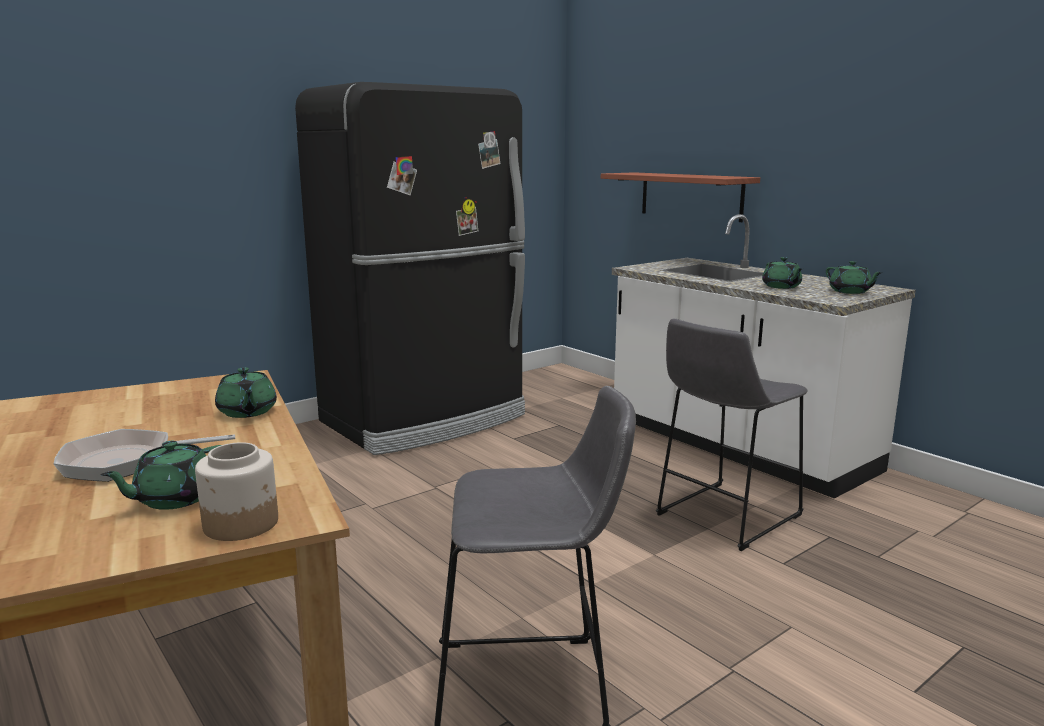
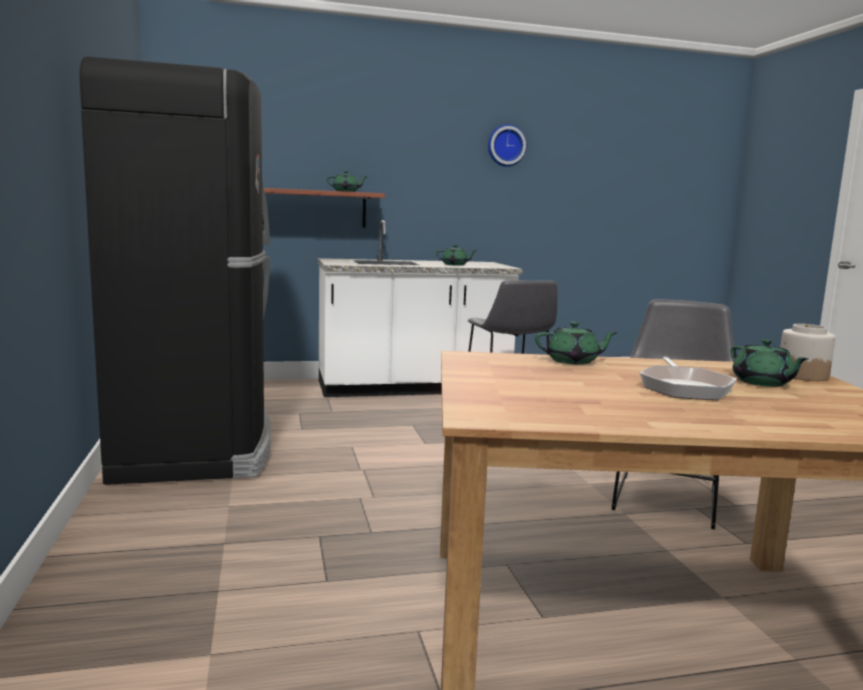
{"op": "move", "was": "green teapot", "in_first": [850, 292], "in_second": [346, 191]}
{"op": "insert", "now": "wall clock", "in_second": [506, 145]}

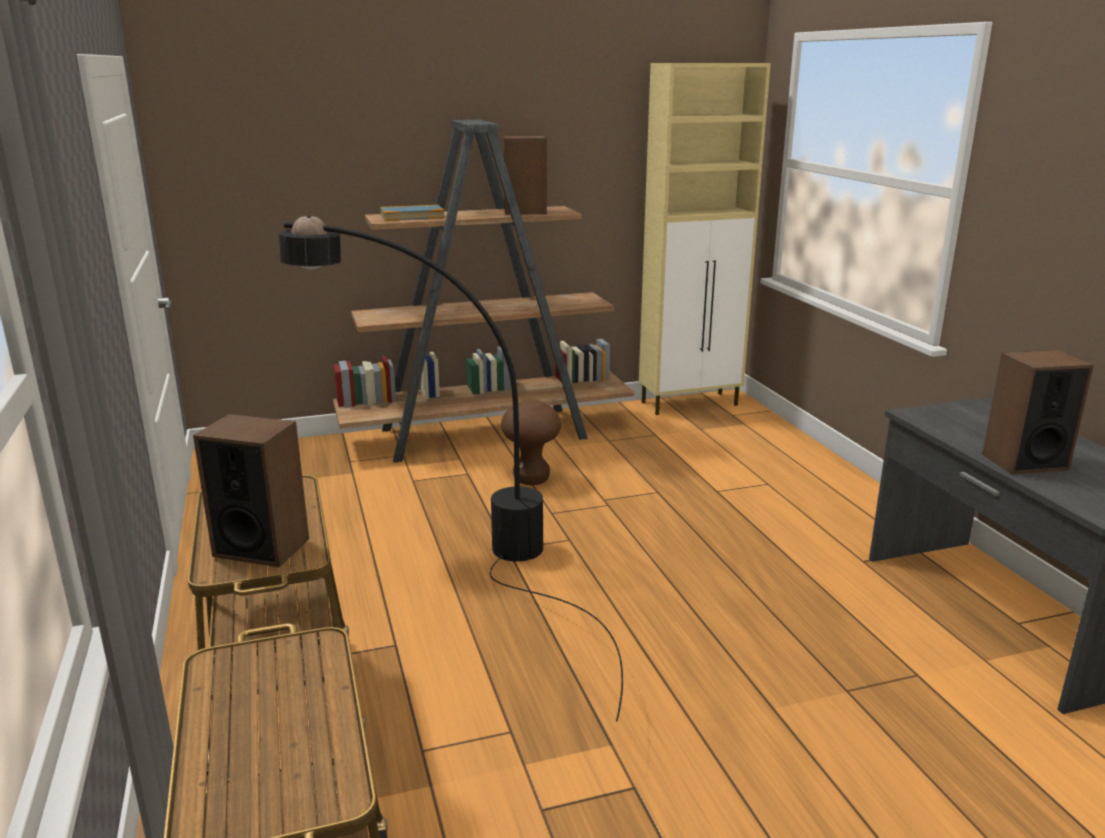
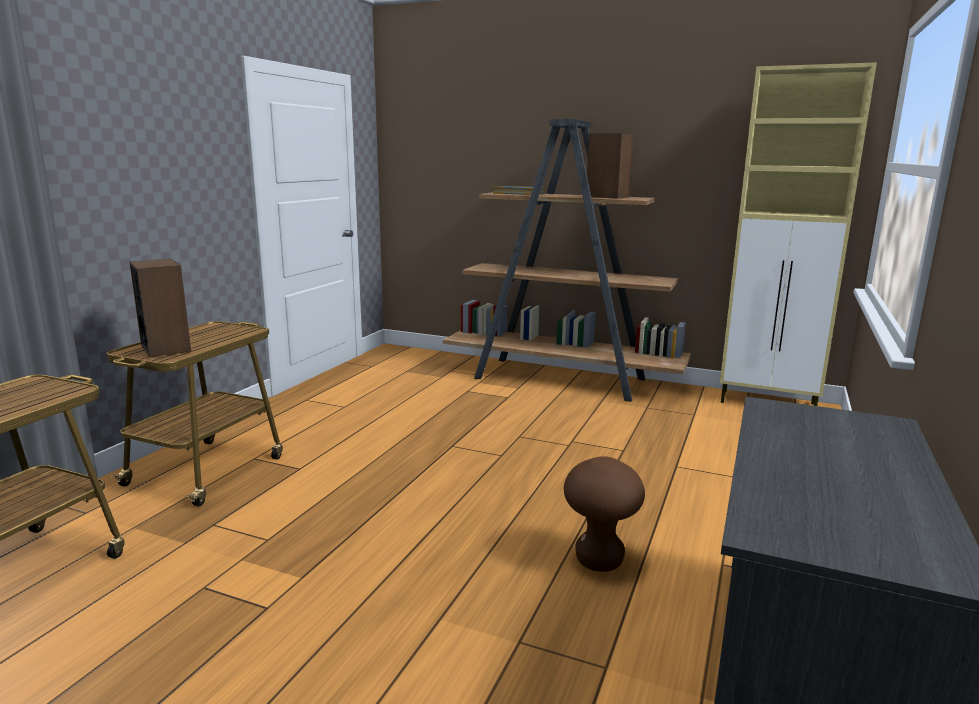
{"op": "move", "was": "brown stool", "in_first": [531, 479], "in_second": [599, 561]}
{"op": "delete", "was": "black floor lamp", "in_first": [450, 558]}
{"op": "delete", "was": "speaker", "in_first": [1024, 462]}

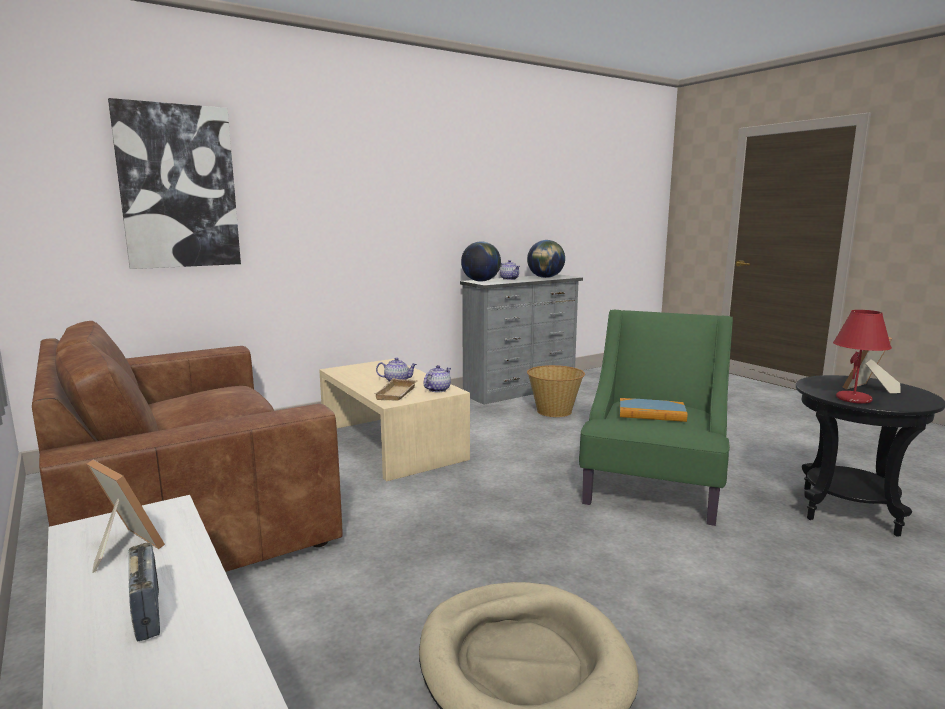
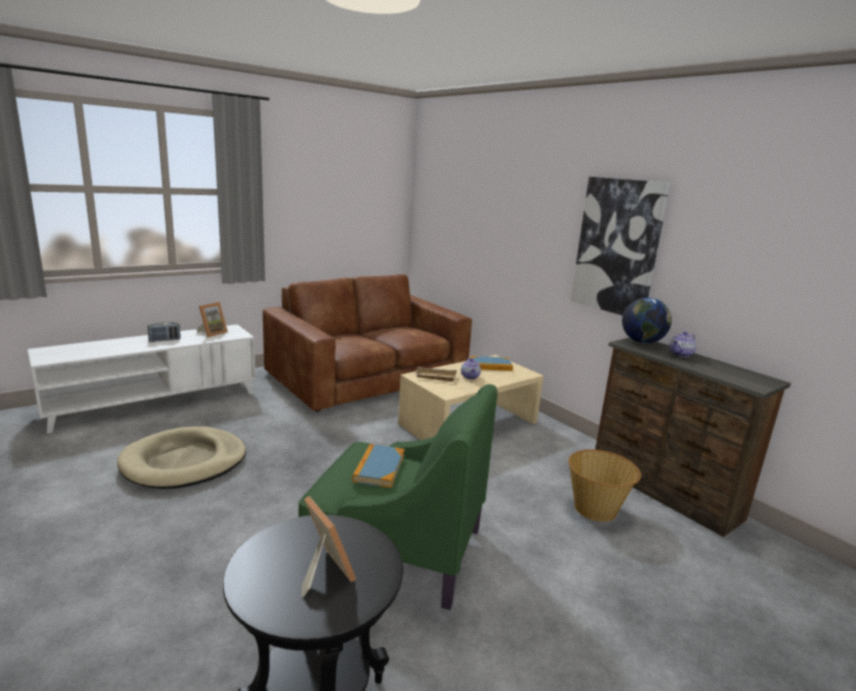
{"op": "insert", "now": "book", "in_second": [490, 365]}
{"op": "move", "was": "picture", "in_first": [178, 187], "in_second": [617, 246]}
{"op": "recolor", "was": "grey dresser", "now": "brown dresser", "in_first": [521, 390], "in_second": [663, 492]}
{"op": "delete", "was": "teapot", "in_first": [437, 389]}
{"op": "delete", "was": "globe", "in_first": [545, 277]}
{"op": "delete", "was": "red table lamp", "in_first": [854, 399]}

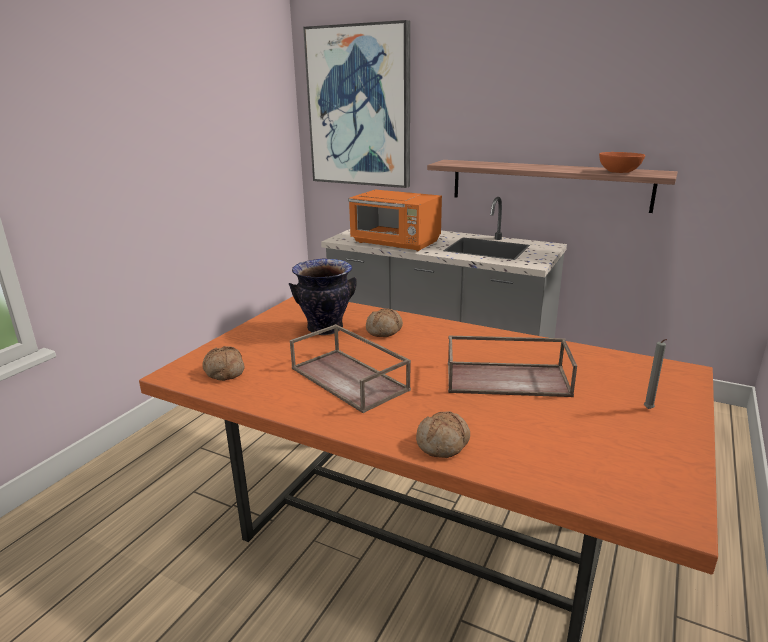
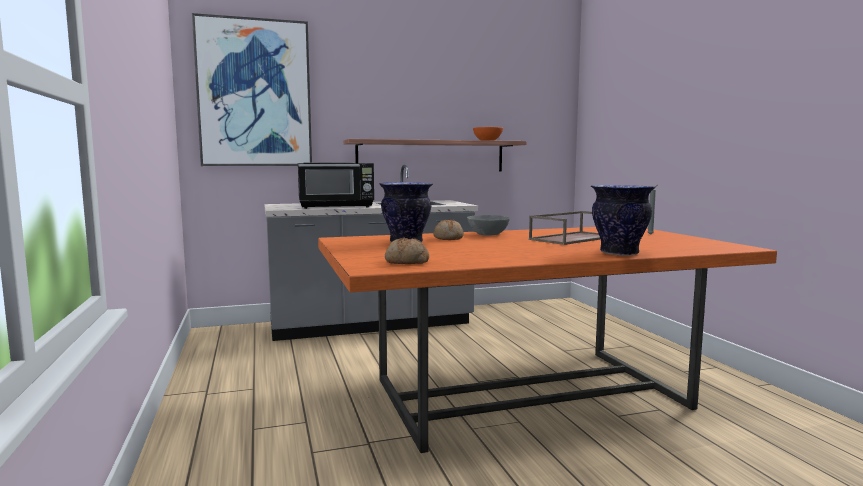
{"op": "recolor", "was": "orange microwave", "now": "black microwave", "in_first": [396, 243], "in_second": [336, 206]}
{"op": "insert", "now": "grey bowl", "in_second": [488, 234]}
{"op": "replace", "was": "bread", "now": "vase", "in_first": [443, 444], "in_second": [620, 253]}
{"op": "delete", "was": "brown tray", "in_first": [350, 379]}

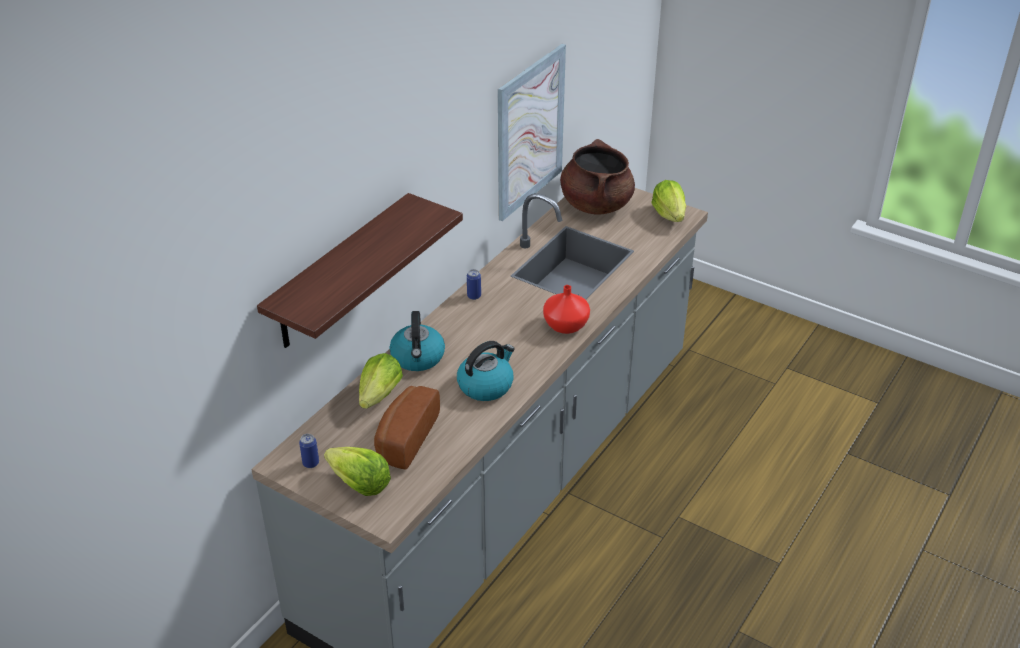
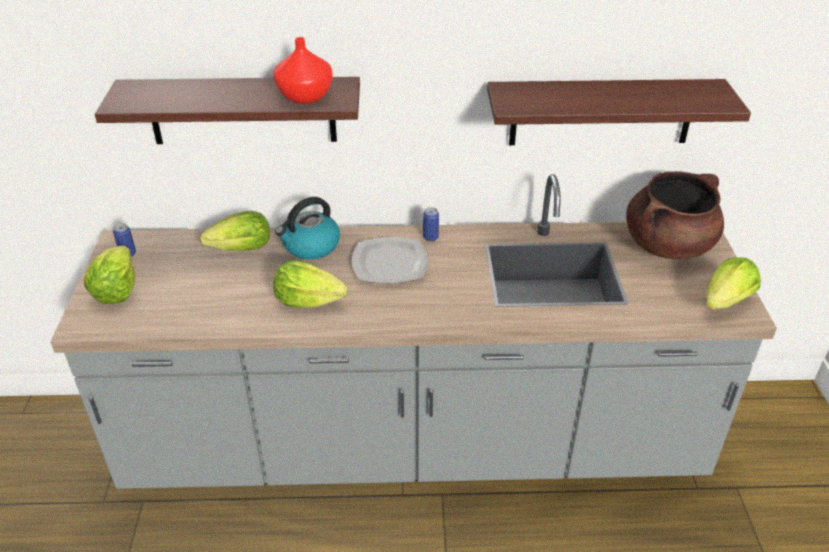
{"op": "move", "was": "red vase", "in_first": [565, 326], "in_second": [303, 97]}
{"op": "replace", "was": "kettle", "now": "lettuce", "in_first": [486, 385], "in_second": [308, 301]}
{"op": "insert", "now": "plate", "in_second": [389, 263]}
{"op": "replace", "was": "picture", "now": "shelf", "in_first": [530, 132], "in_second": [601, 112]}
{"op": "delete", "was": "bread", "in_first": [404, 438]}

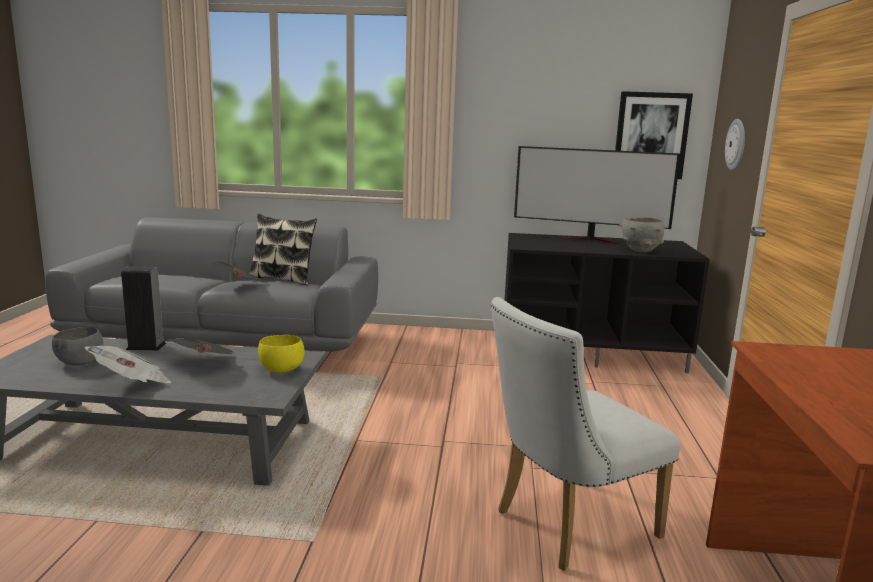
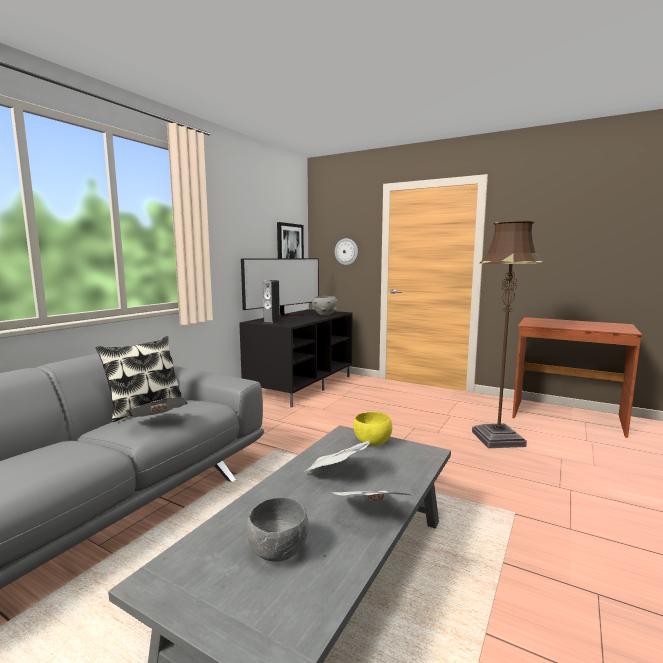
{"op": "move", "was": "speaker", "in_first": [146, 346], "in_second": [272, 322]}
{"op": "replace", "was": "white chair", "now": "brown floor lamp", "in_first": [566, 526], "in_second": [497, 439]}

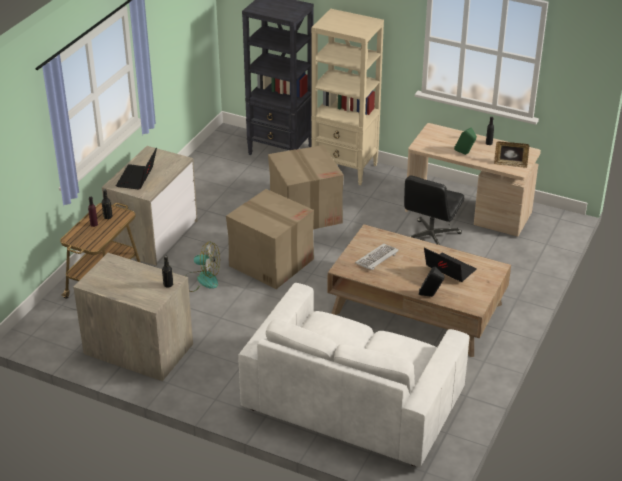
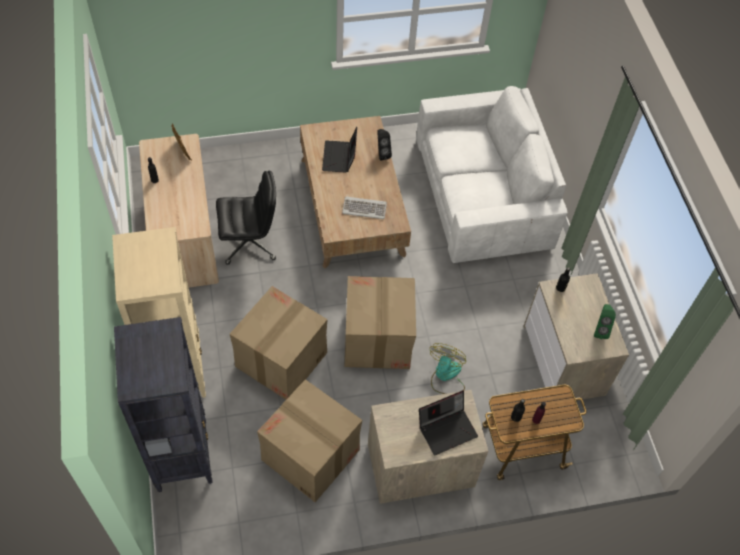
{"op": "insert", "now": "cardboard box", "in_second": [311, 455]}
{"op": "rotate", "was": "fan", "in_first": [202, 280], "in_second": [445, 376], "clockwise": 45}
{"op": "move", "was": "green speaker", "in_first": [465, 154], "in_second": [600, 330]}

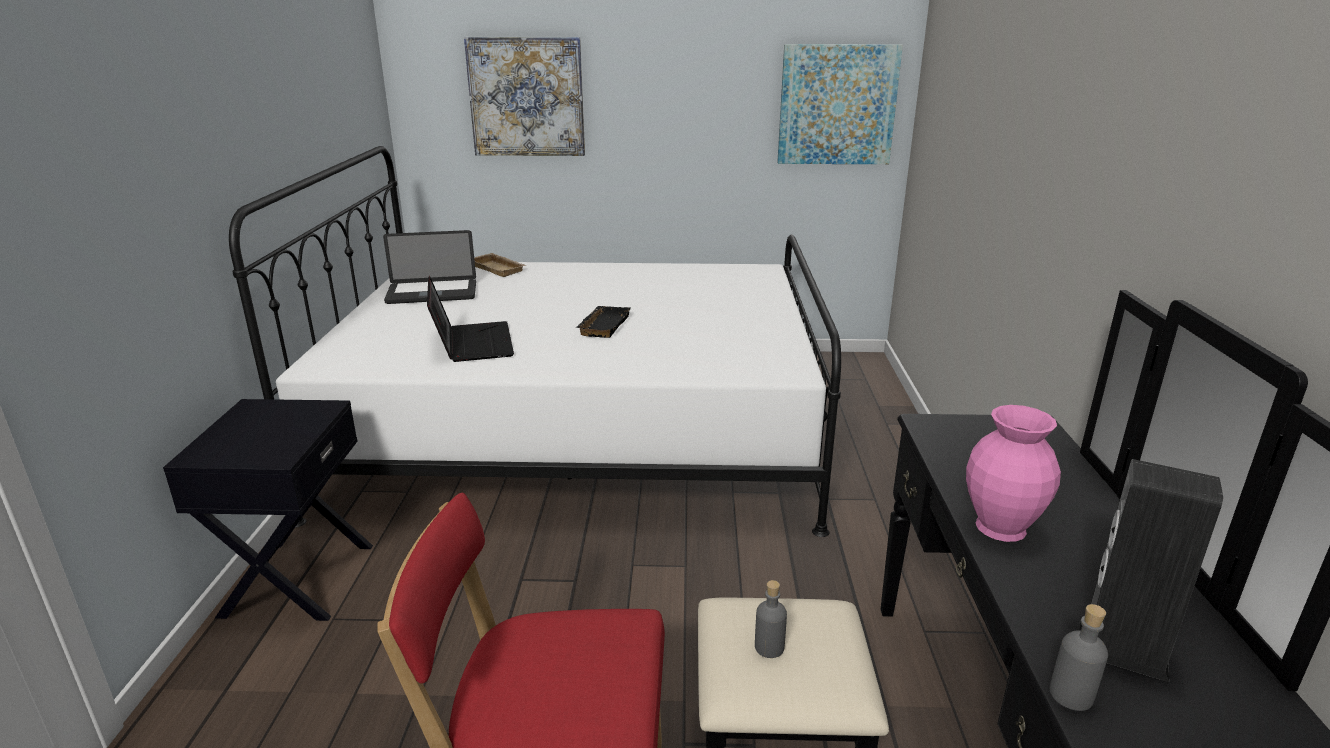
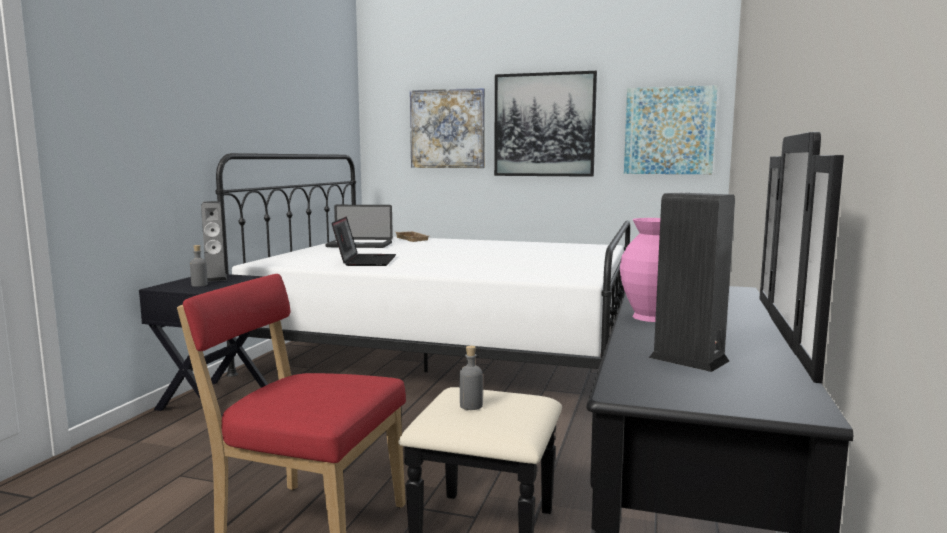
{"op": "move", "was": "grey bottle", "in_first": [1071, 695], "in_second": [199, 285]}
{"op": "insert", "now": "speaker", "in_second": [216, 278]}
{"op": "insert", "now": "picture", "in_second": [544, 125]}
{"op": "delete", "was": "black tray", "in_first": [603, 325]}

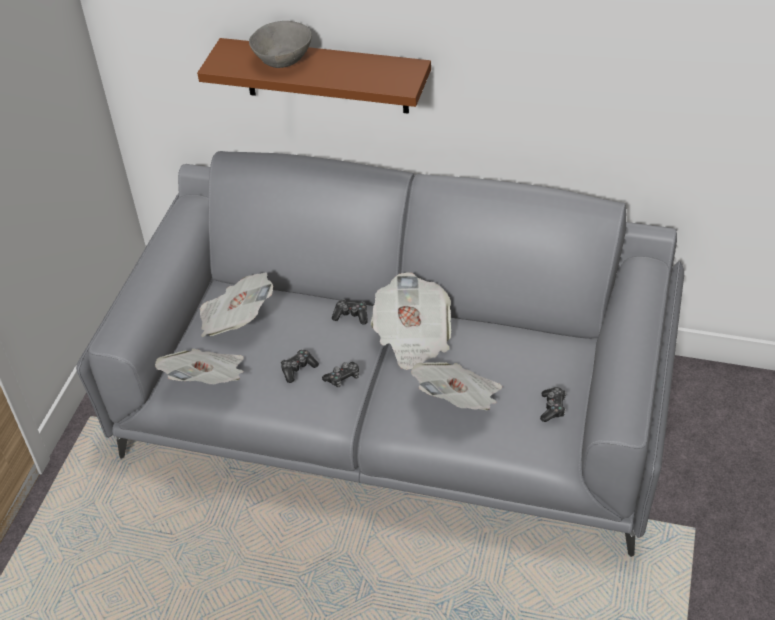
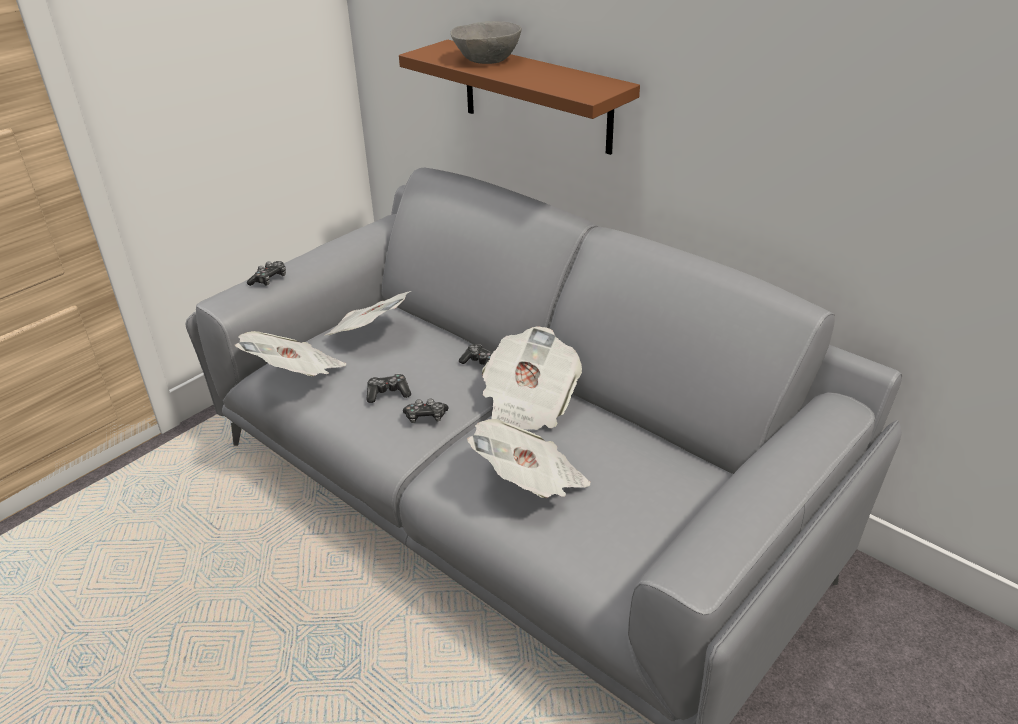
{"op": "move", "was": "game controller", "in_first": [553, 408], "in_second": [269, 279]}

